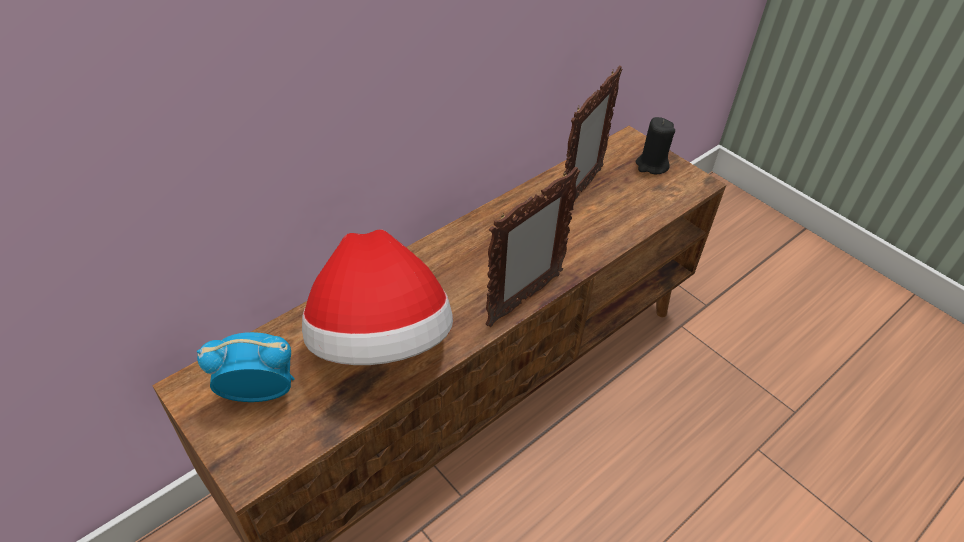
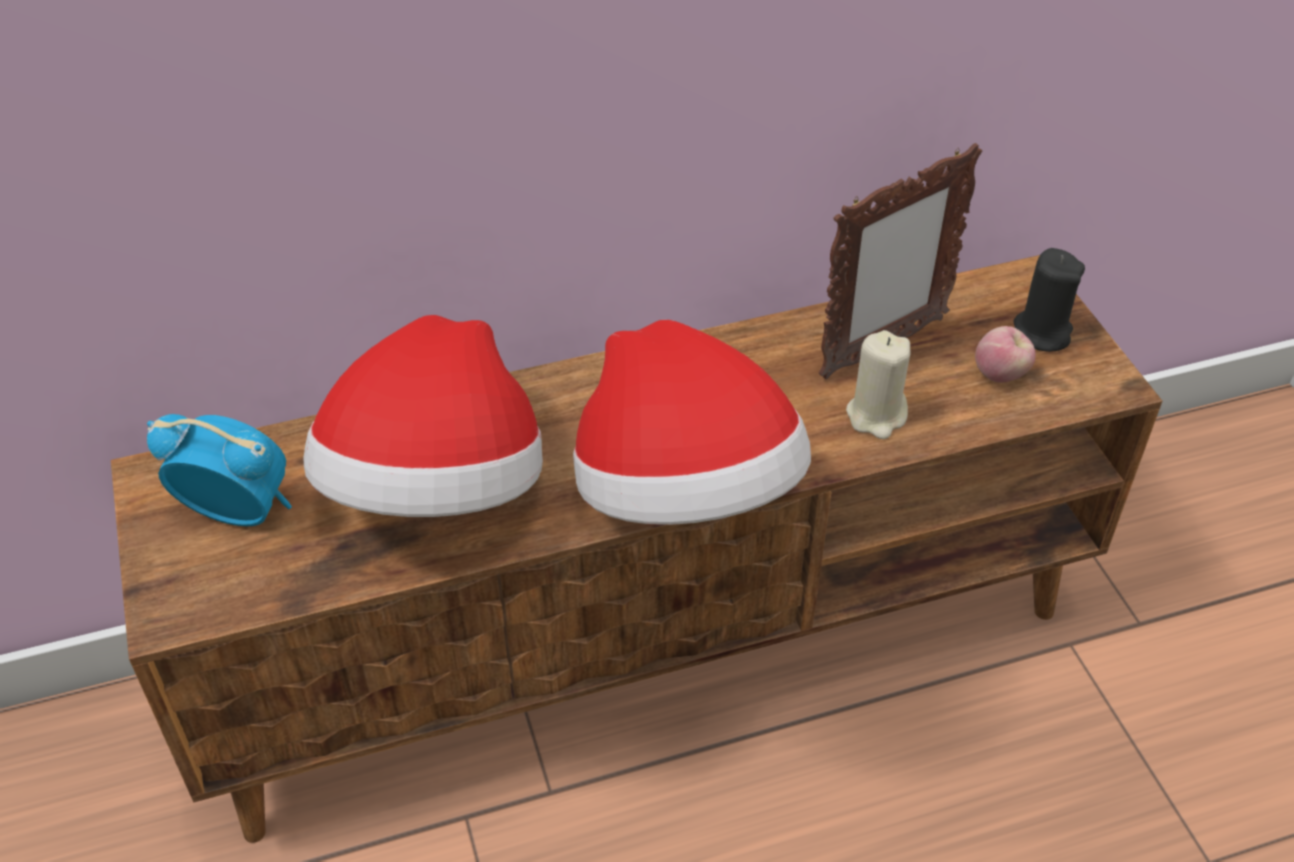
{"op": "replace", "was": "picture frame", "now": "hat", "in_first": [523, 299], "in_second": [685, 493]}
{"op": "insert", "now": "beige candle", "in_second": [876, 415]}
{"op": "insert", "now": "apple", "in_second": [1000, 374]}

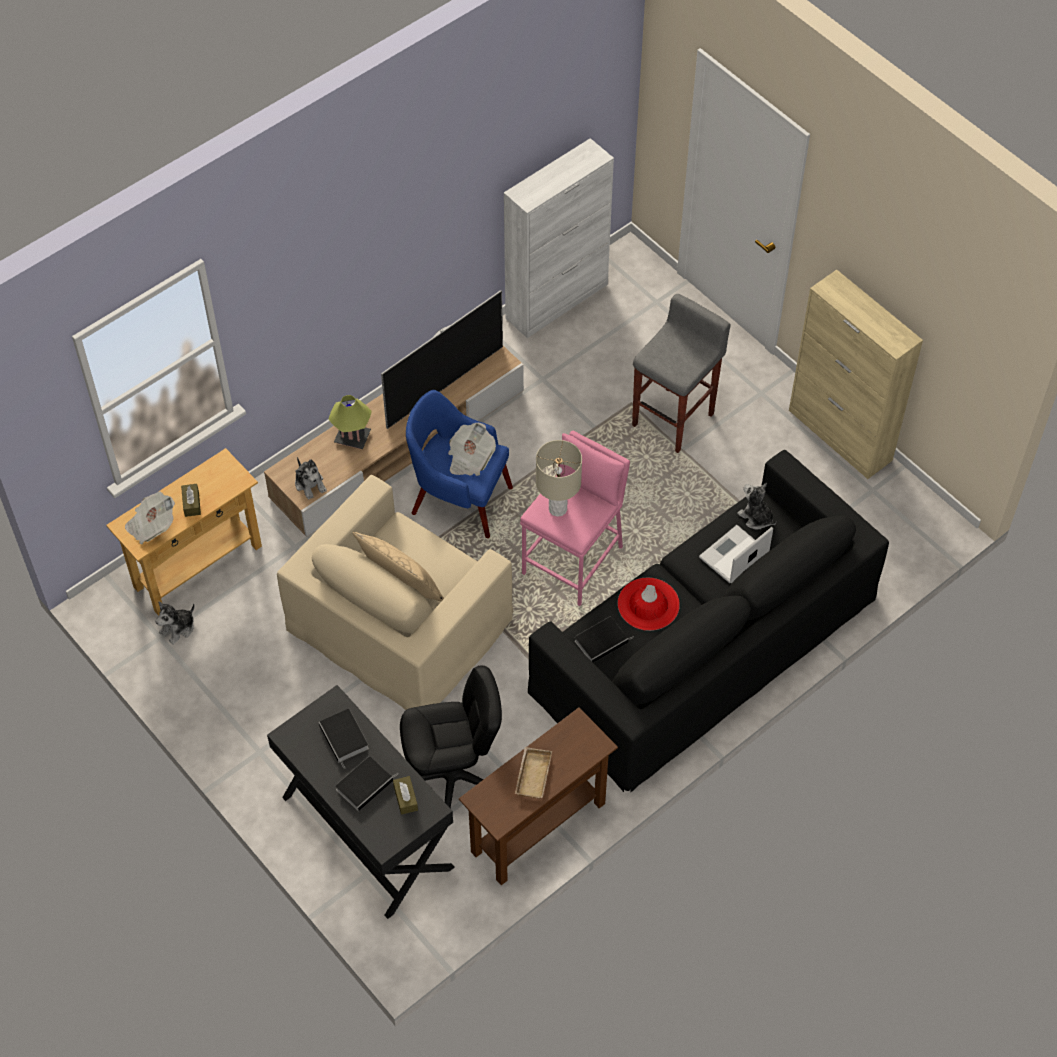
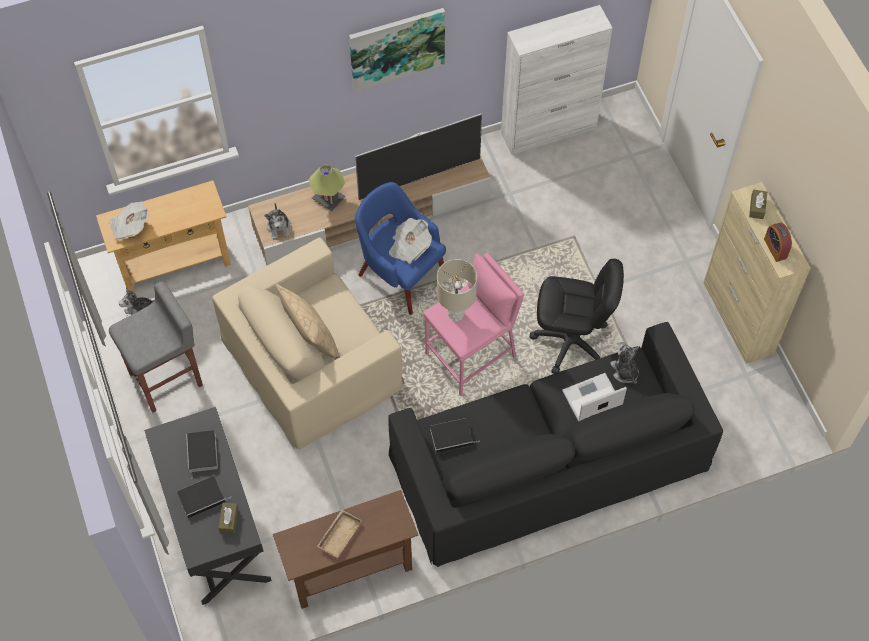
{"op": "move", "was": "grey stool", "in_first": [674, 419], "in_second": [167, 380]}
{"op": "insert", "now": "picture", "in_second": [397, 48]}
{"op": "move", "was": "black office chair", "in_first": [453, 778], "in_second": [570, 341]}
{"op": "move", "was": "brown tissue box", "in_first": [191, 503], "in_second": [757, 207]}
{"op": "insert", "now": "alarm clock", "in_second": [775, 248]}
{"op": "delete", "was": "red hat", "in_first": [648, 604]}

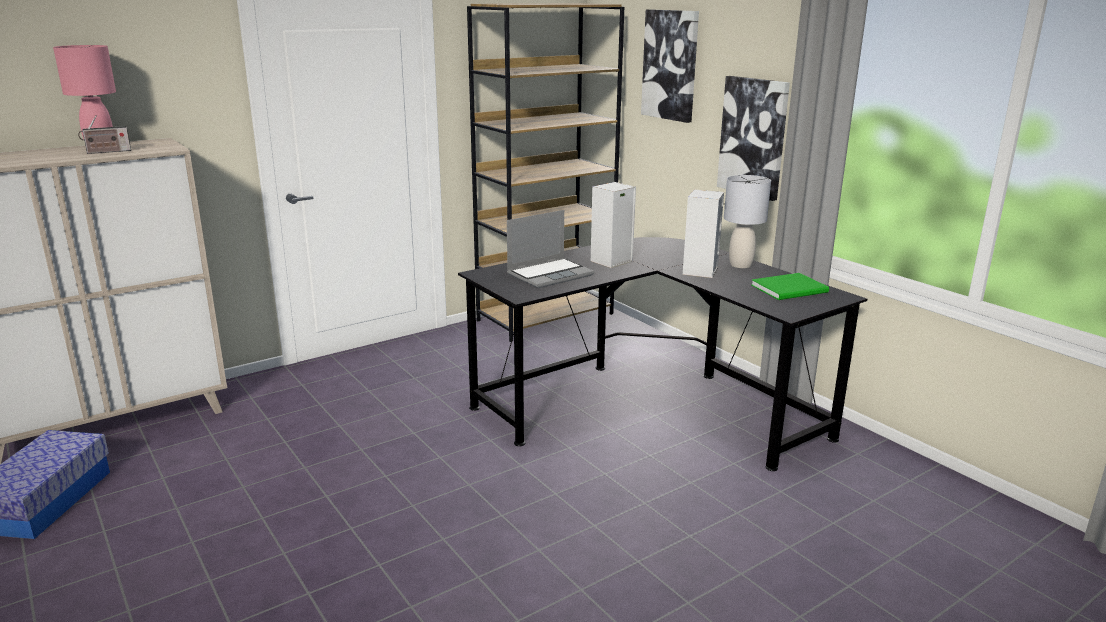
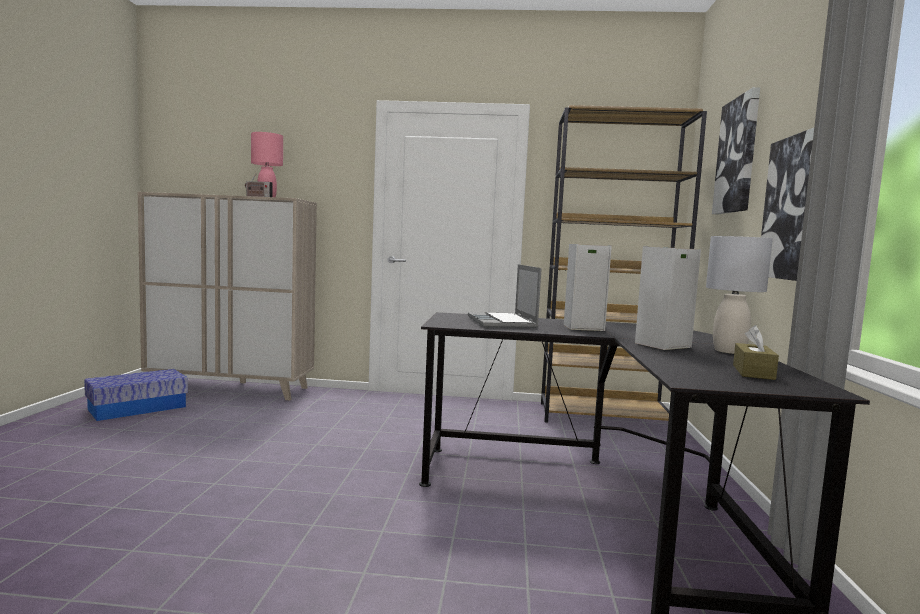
{"op": "rotate", "was": "laptop", "in_first": [550, 274], "in_second": [503, 323], "clockwise": 75}
{"op": "replace", "was": "green book", "now": "brown tissue box", "in_first": [792, 289], "in_second": [753, 372]}

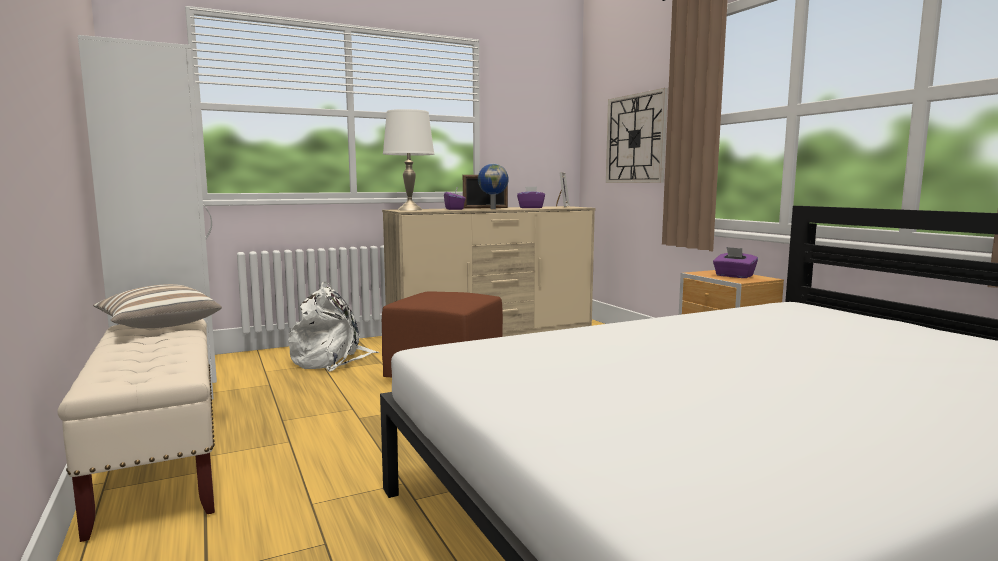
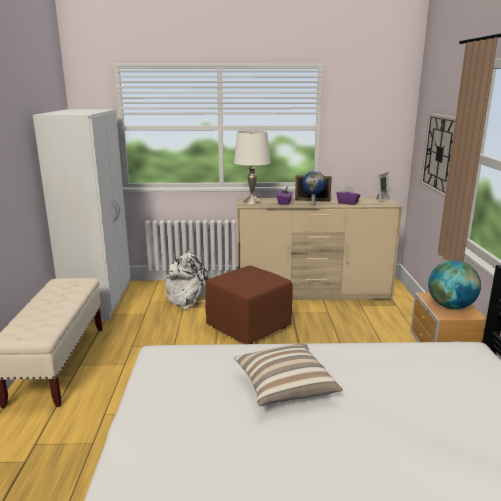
{"op": "move", "was": "pillow", "in_first": [158, 326], "in_second": [284, 388]}
{"op": "replace", "was": "purple tissue box", "now": "globe", "in_first": [734, 276], "in_second": [451, 306]}

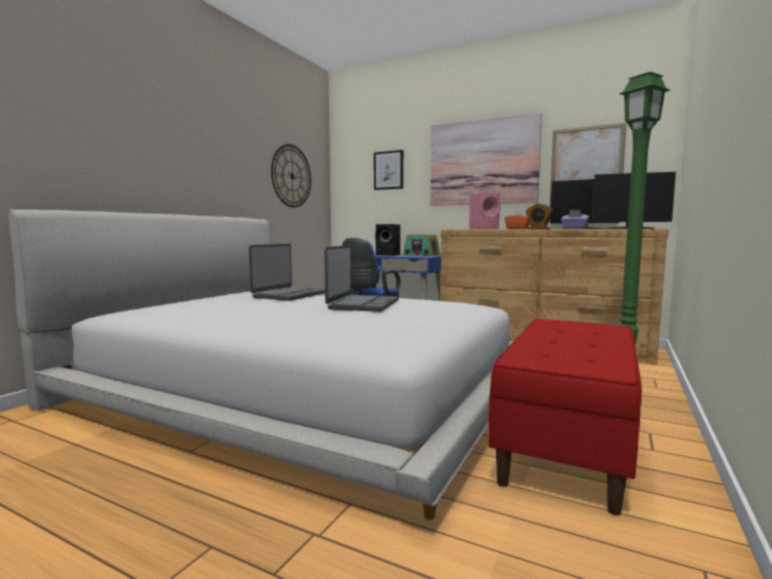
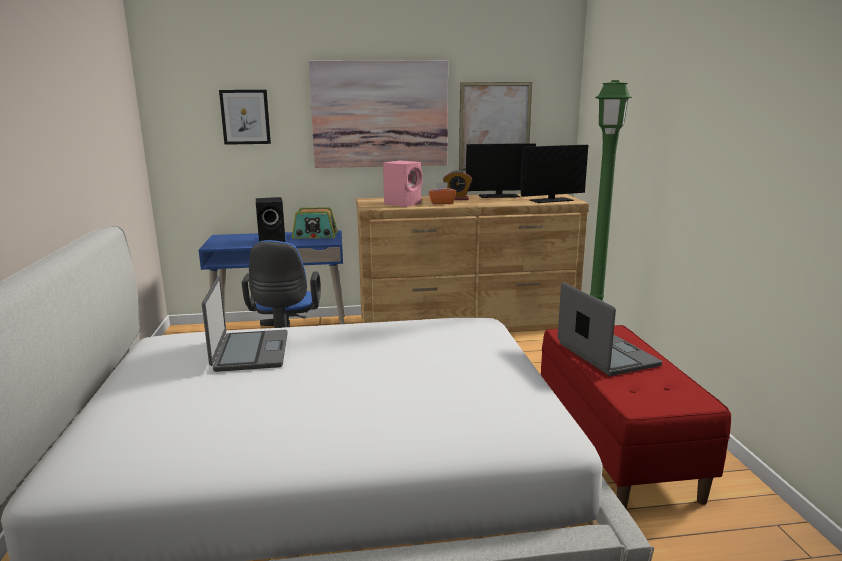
{"op": "move", "was": "laptop", "in_first": [363, 304], "in_second": [606, 355]}
{"op": "delete", "was": "wall clock", "in_first": [292, 176]}
{"op": "delete", "was": "purple tissue box", "in_first": [574, 228]}

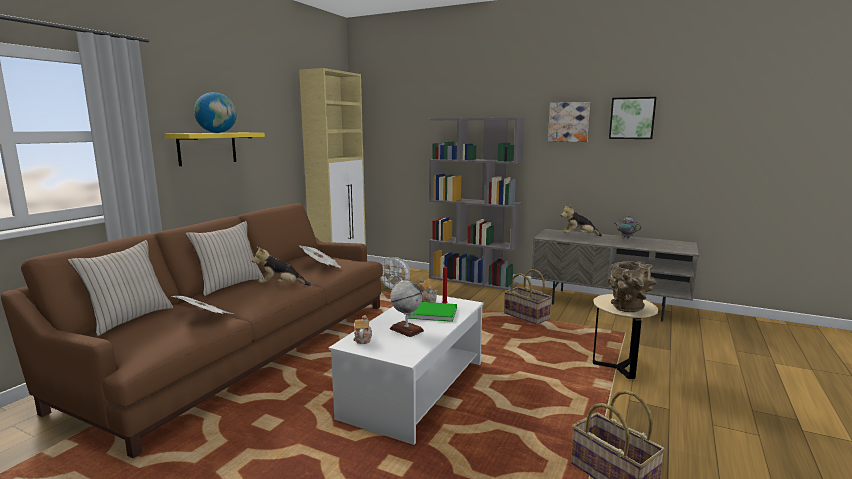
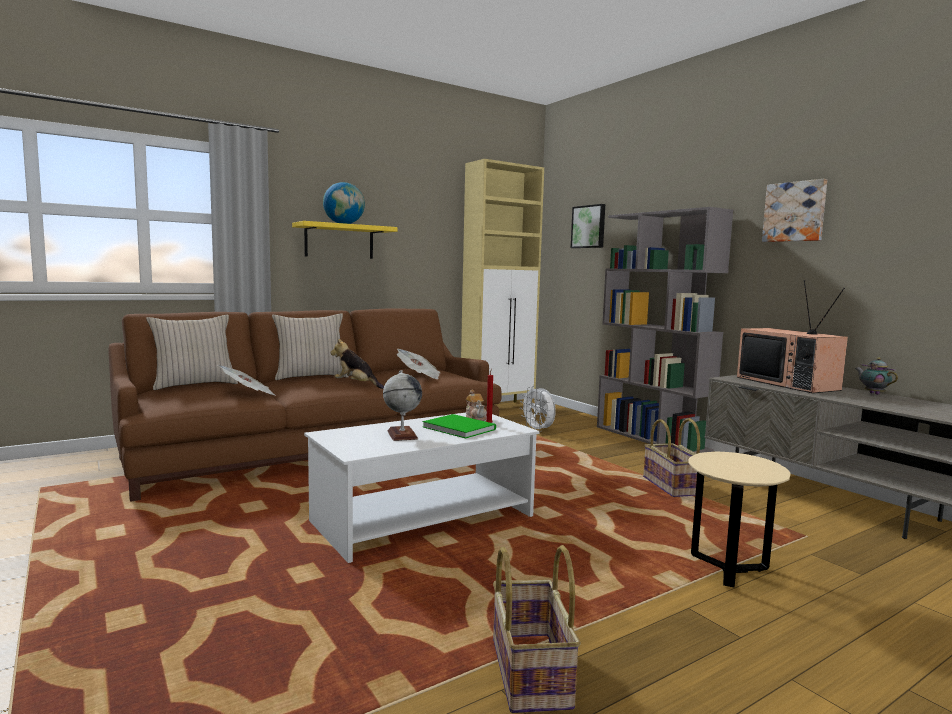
{"op": "move", "was": "picture", "in_first": [632, 118], "in_second": [589, 226]}
{"op": "replace", "was": "plush toy", "now": "television", "in_first": [579, 236], "in_second": [789, 384]}
{"op": "delete", "was": "teapot", "in_first": [362, 339]}
{"op": "delete", "was": "brown vase", "in_first": [628, 309]}

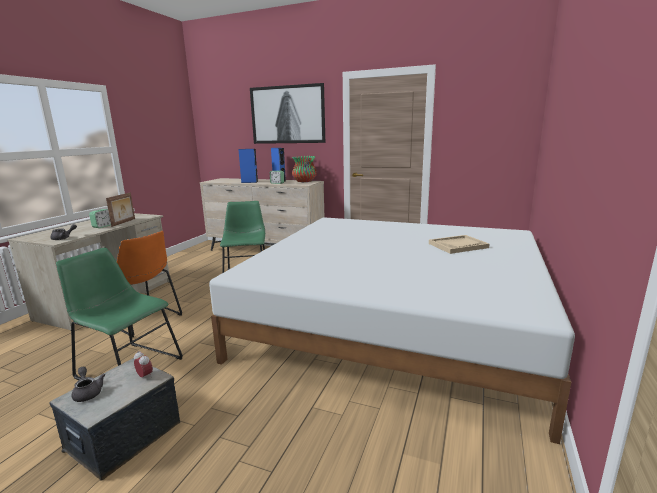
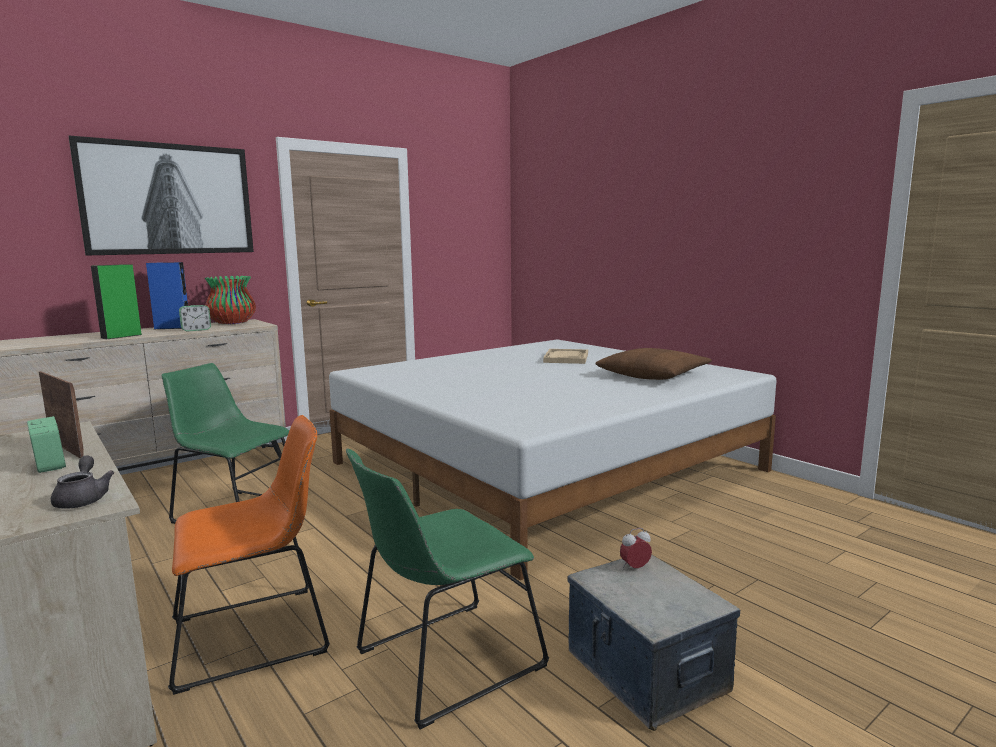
{"op": "recolor", "was": "blue speaker", "now": "green speaker", "in_first": [249, 182], "in_second": [121, 336]}
{"op": "insert", "now": "brown pillow", "in_second": [653, 375]}
{"op": "delete", "was": "grey teapot", "in_first": [88, 392]}

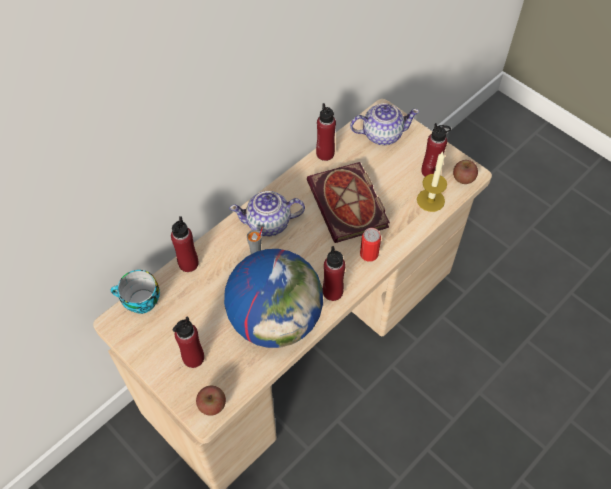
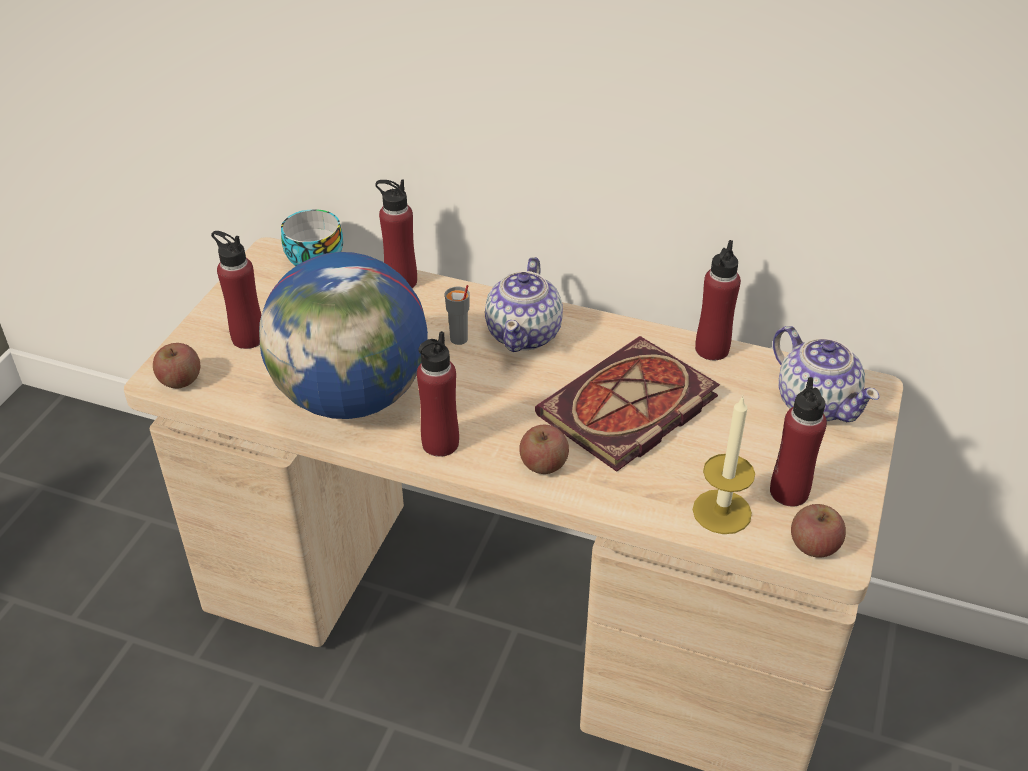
{"op": "rotate", "was": "teapot", "in_first": [269, 223], "in_second": [524, 334], "clockwise": -135}
{"op": "replace", "was": "can", "now": "apple", "in_first": [369, 254], "in_second": [543, 464]}

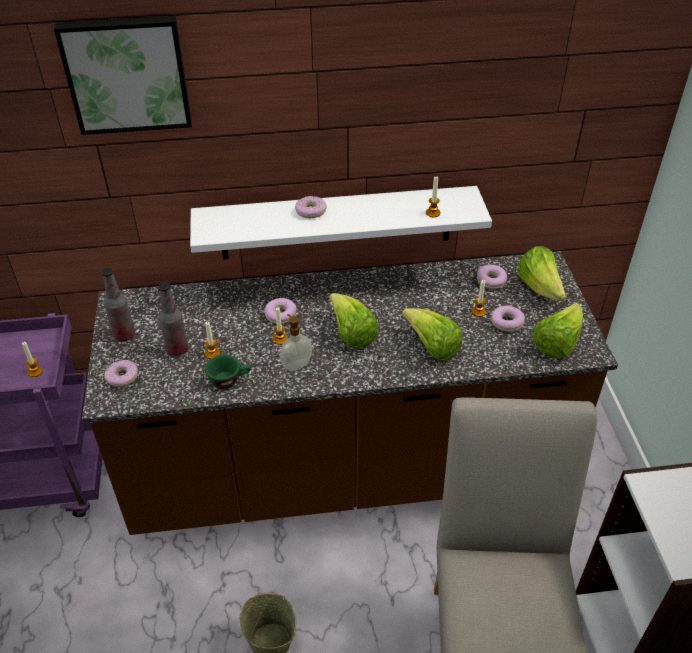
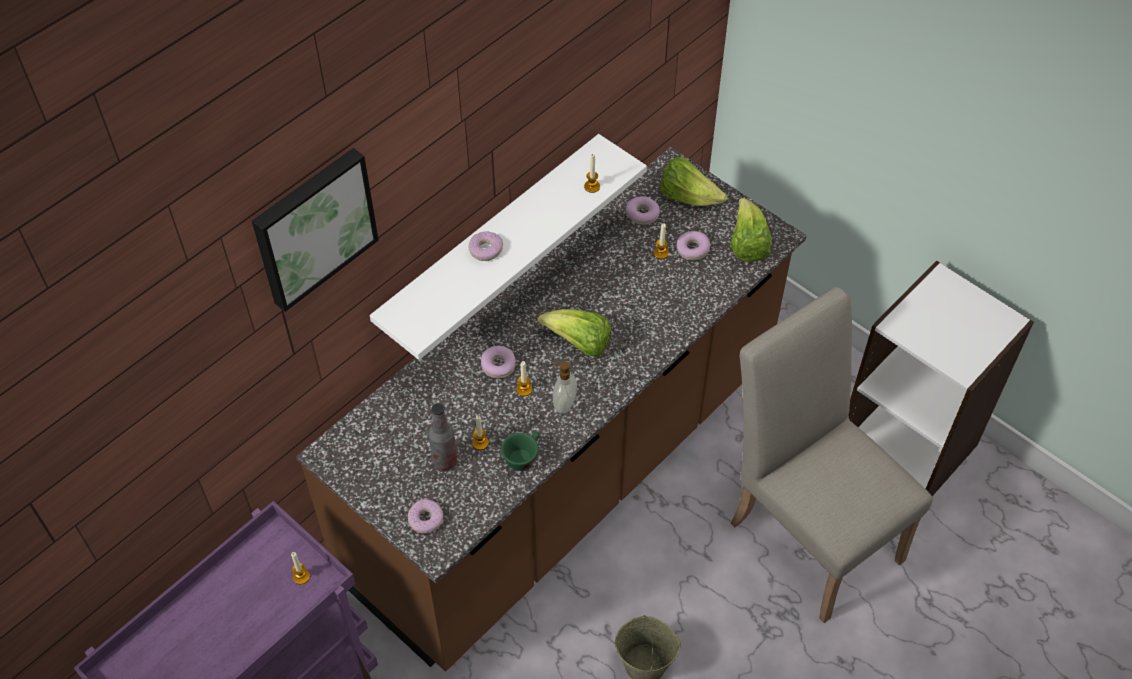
{"op": "delete", "was": "bottle", "in_first": [124, 335]}
{"op": "delete", "was": "lettuce", "in_first": [432, 347]}

